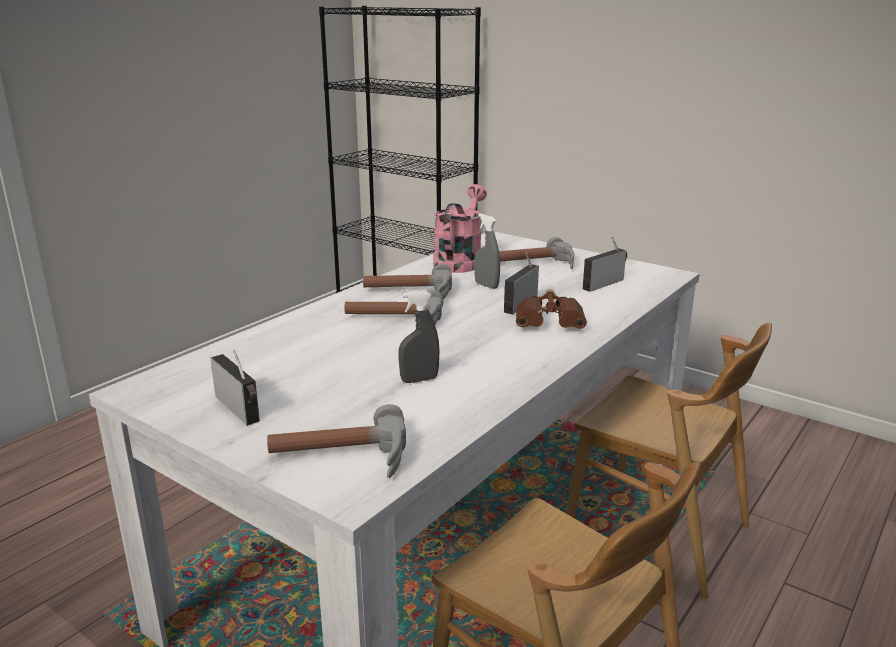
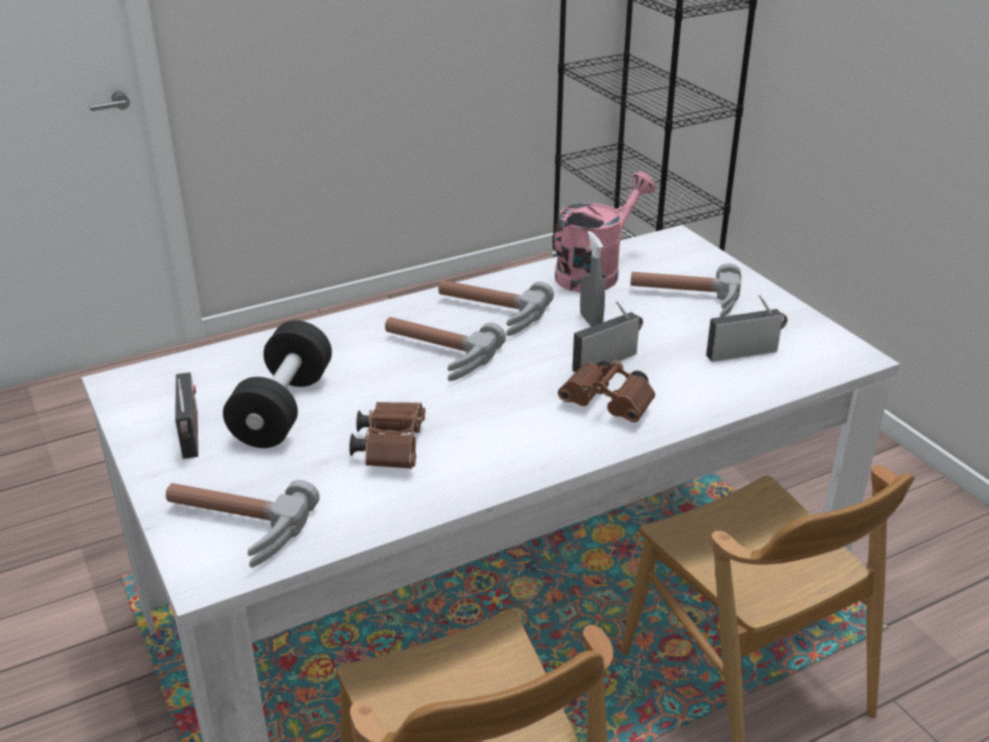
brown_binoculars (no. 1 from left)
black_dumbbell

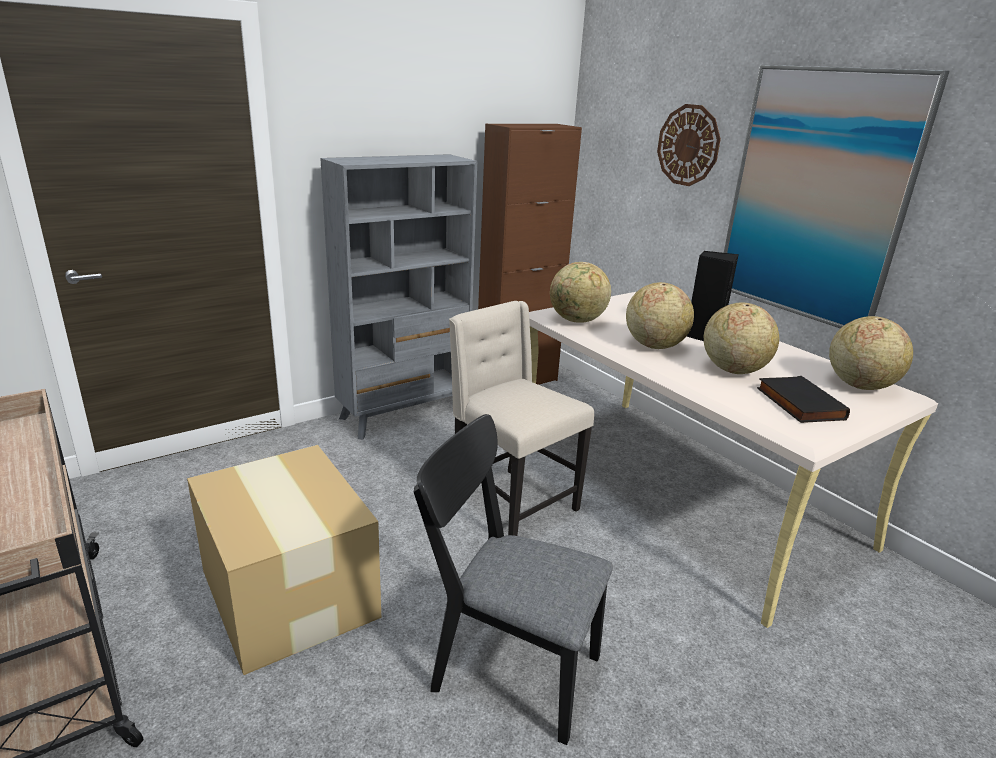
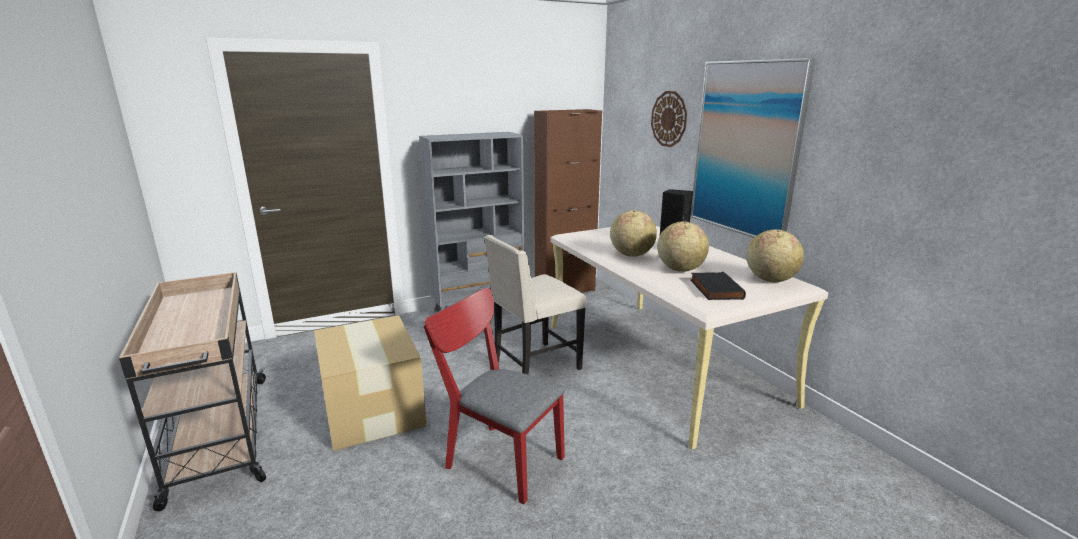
globe (no. 1 from left in the first image)
beige_chair
red_chair

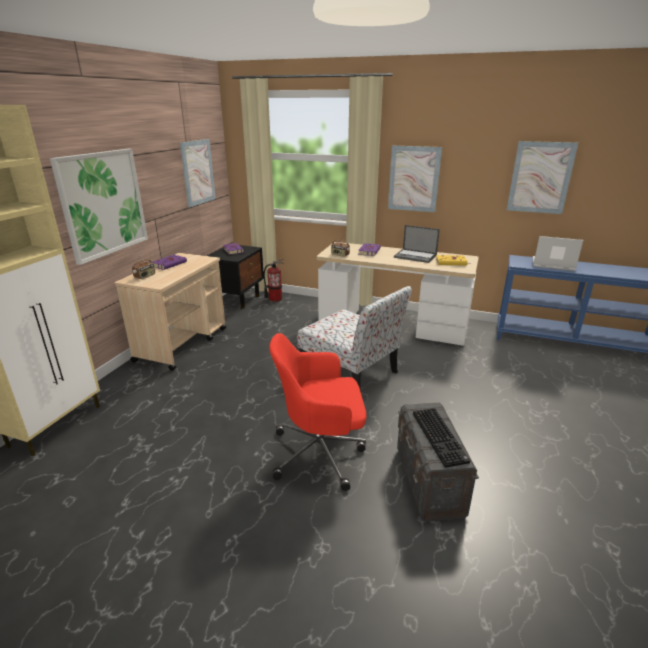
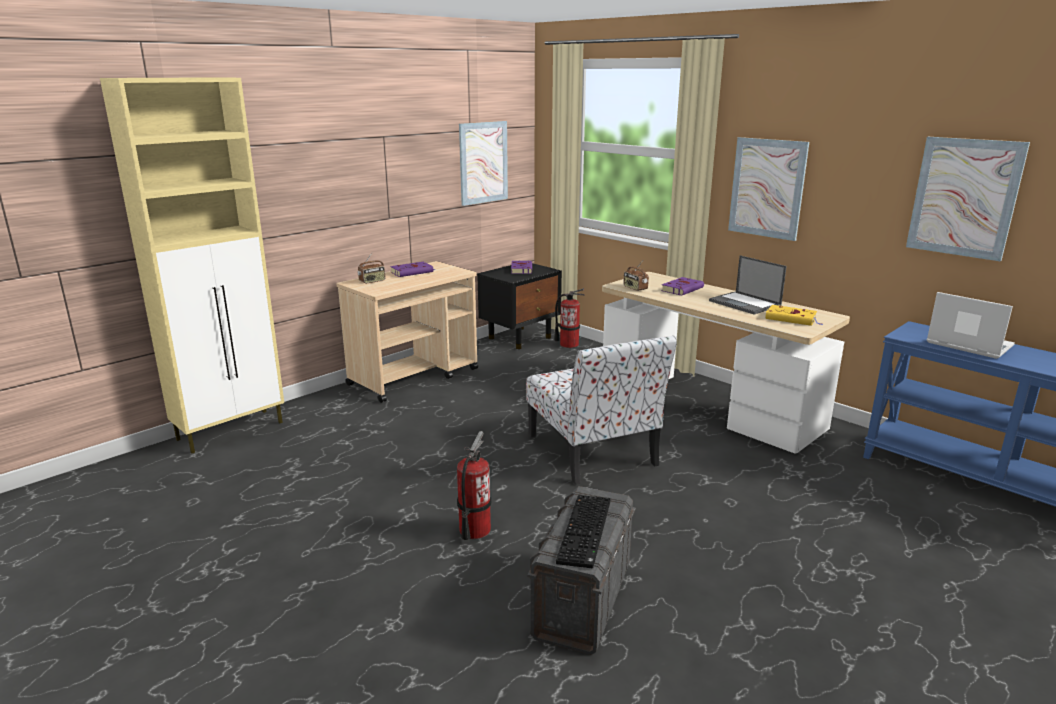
picture (no. 1 from left in the first image)
fire_extinguisher (no. 1 from left)

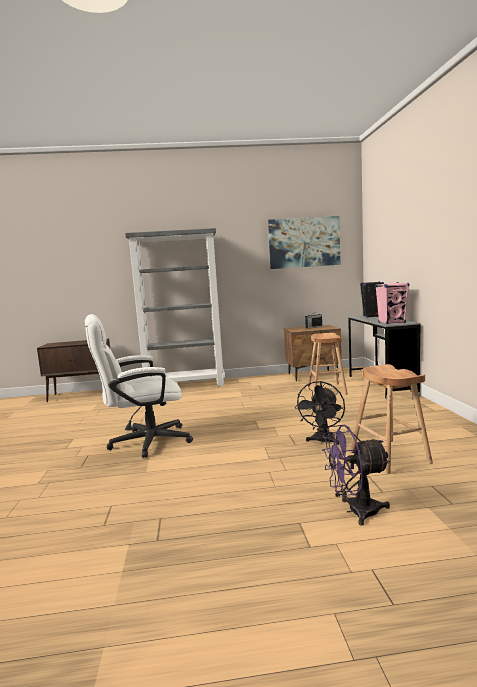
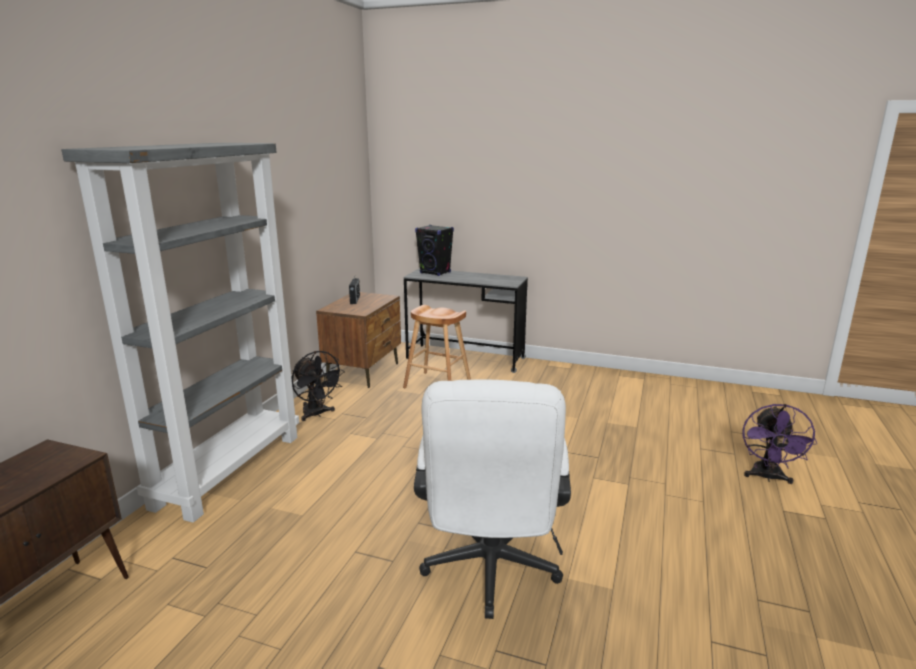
picture
pink_speaker
brown_stool (no. 2 from left in the first image)
black_fan

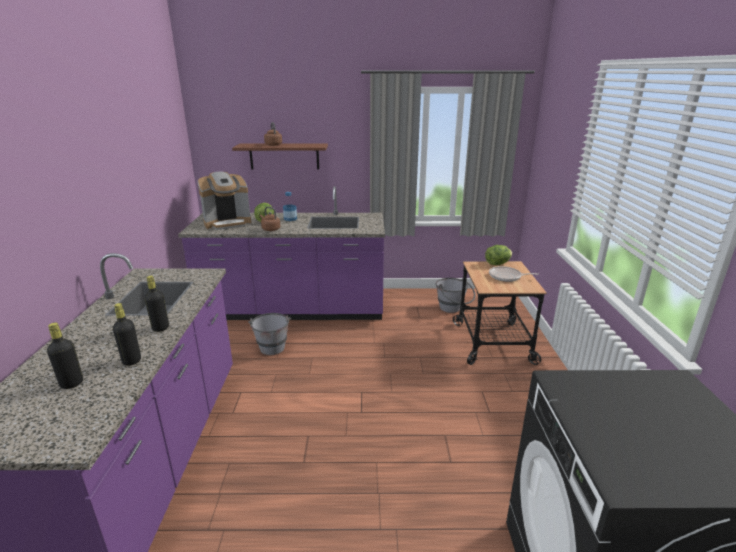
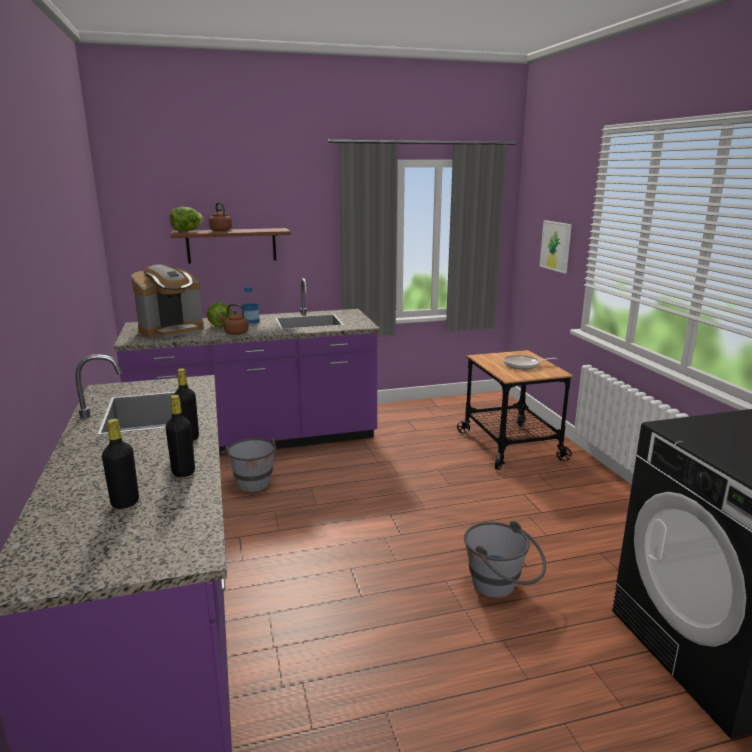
lettuce (no. 1 from left)
grey_bucket (no. 2 from left)
picture

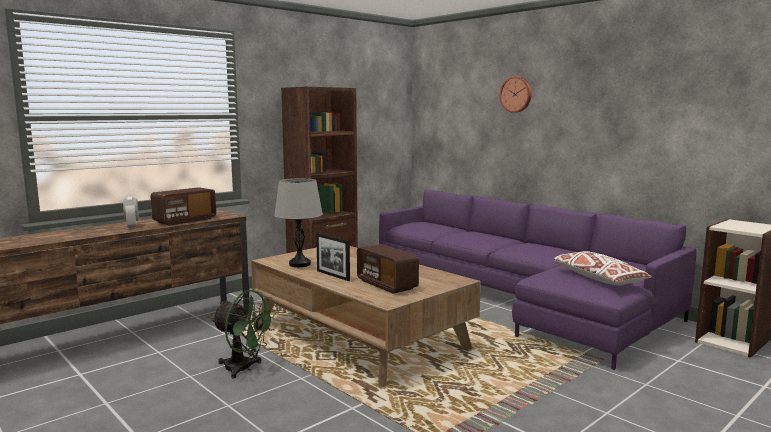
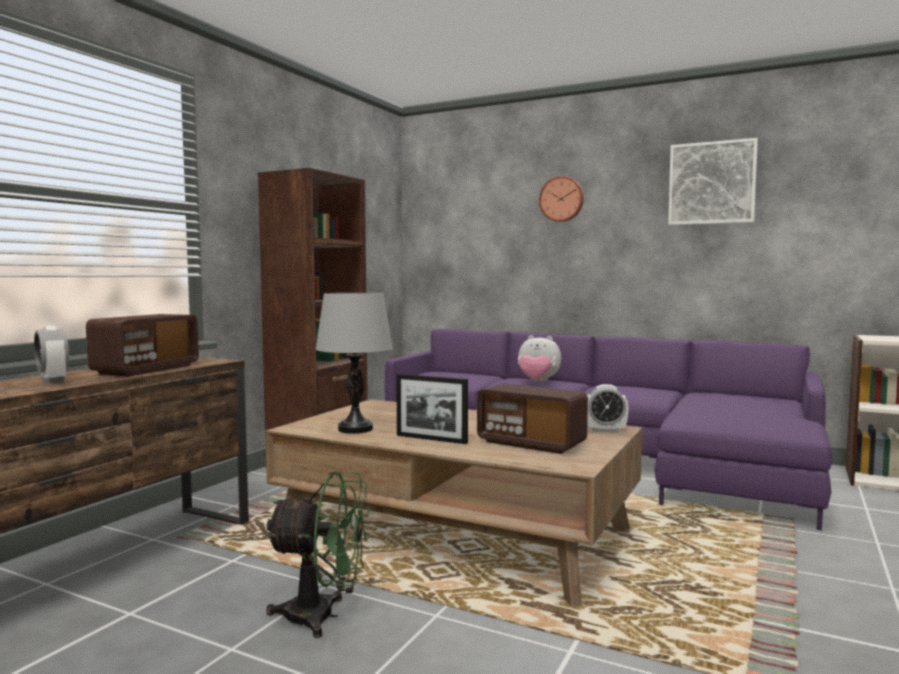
white_pillow
picture
plush_toy
alarm_clock (no. 2 from left)

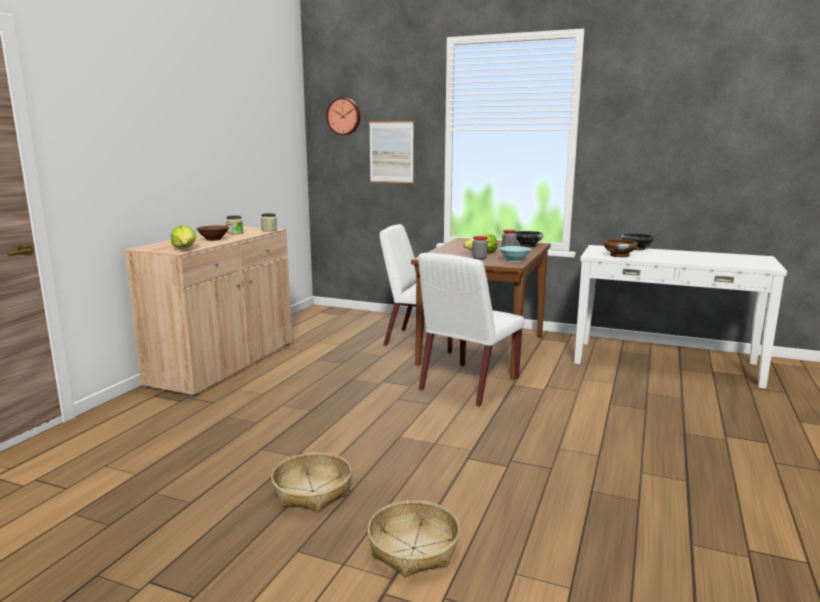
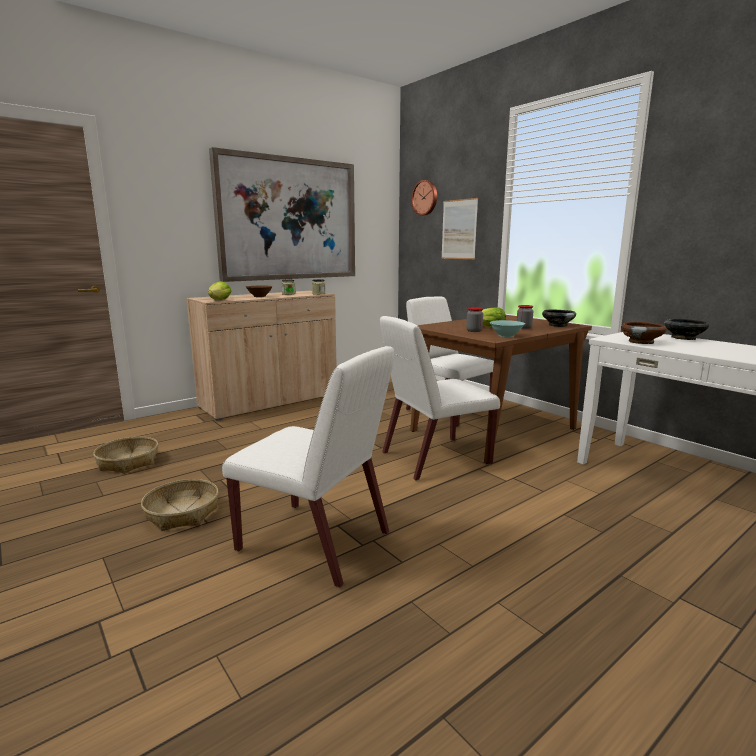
basket (no. 1 from left)
picture (no. 1 from left)
white_chair (no. 1 from left)

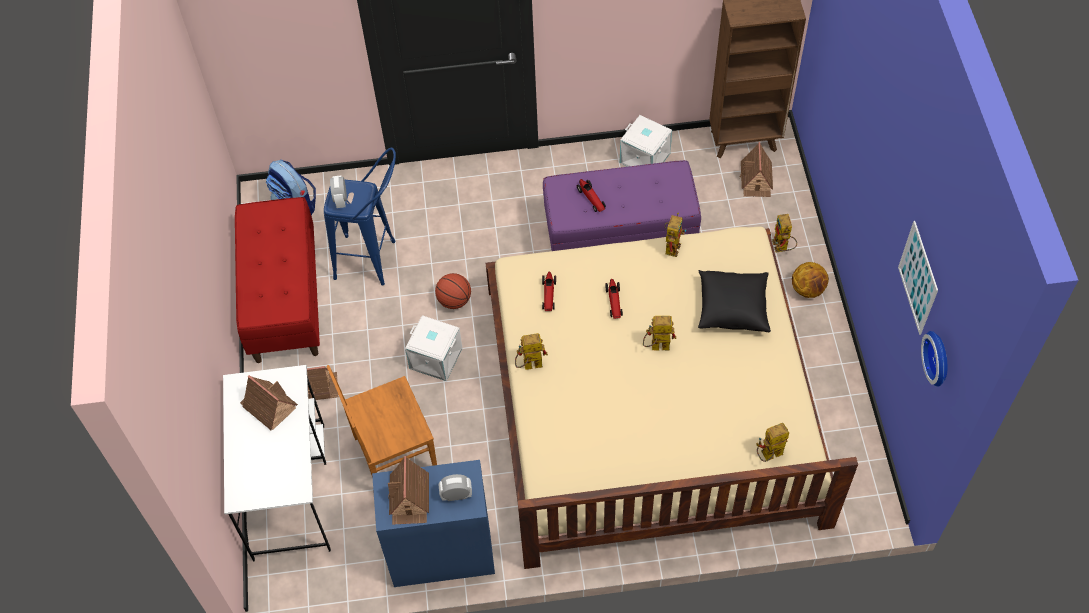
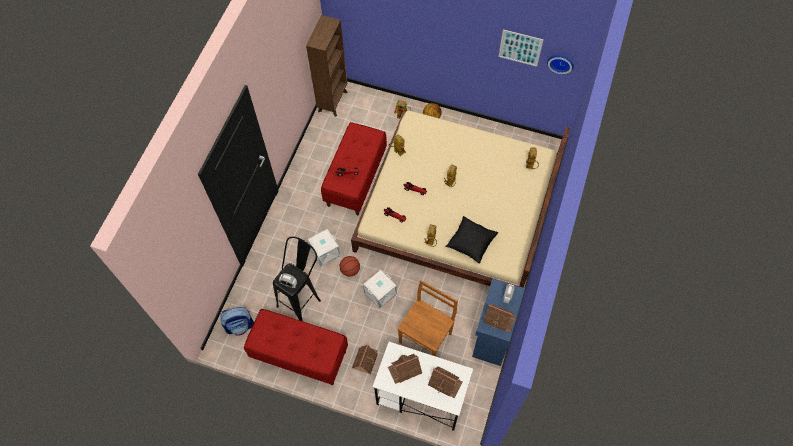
white_storage_box (no. 1 from left)
toy_house (no. 3 from left)
black_stool
red_bench (no. 2 from left)
black_pillow
brown_chair

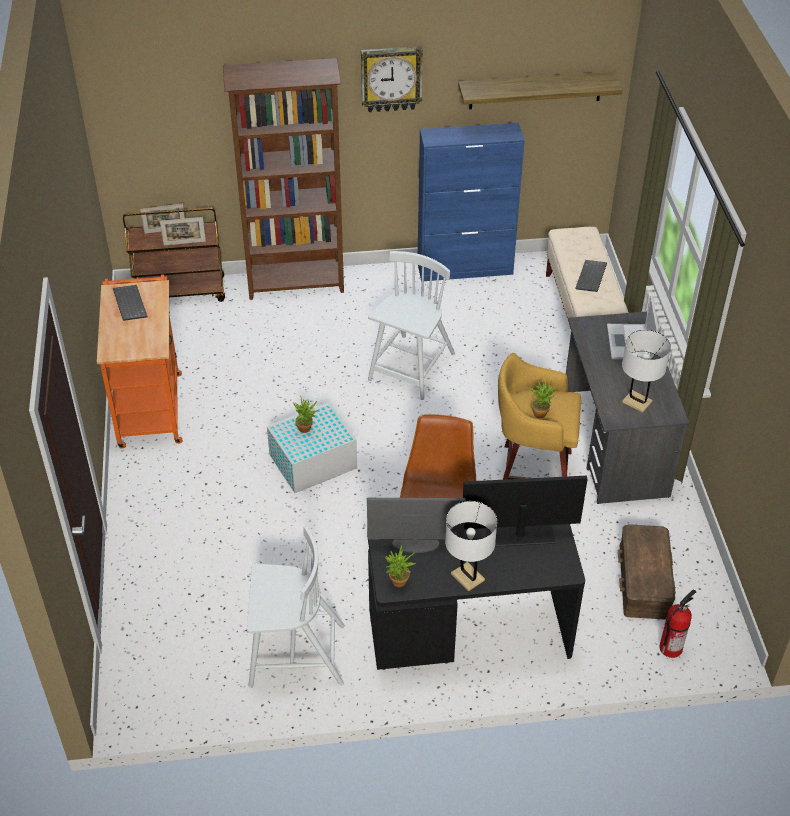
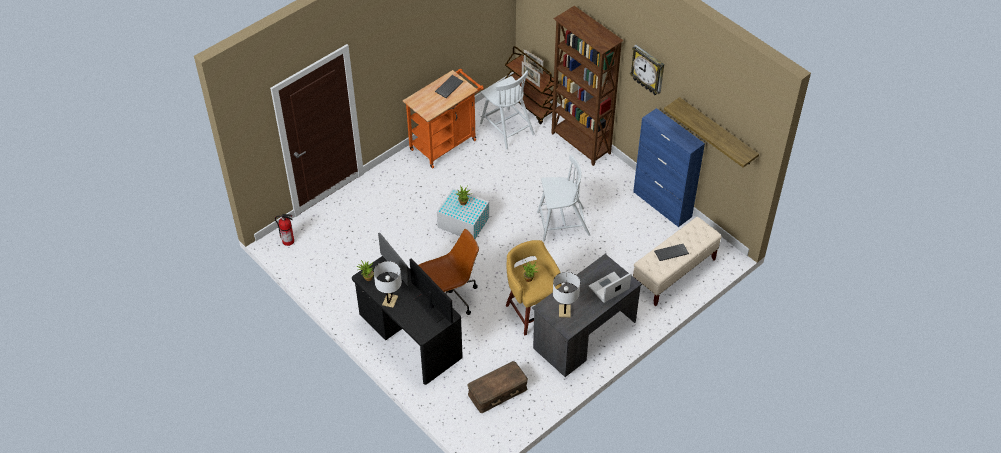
white_chair (no. 1 from left)
fire_extinguisher

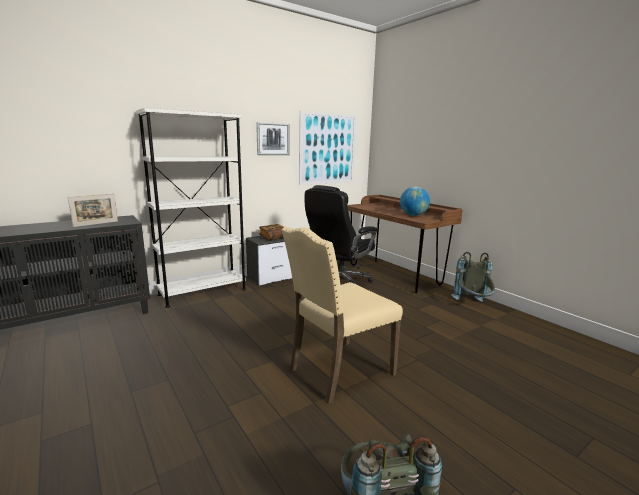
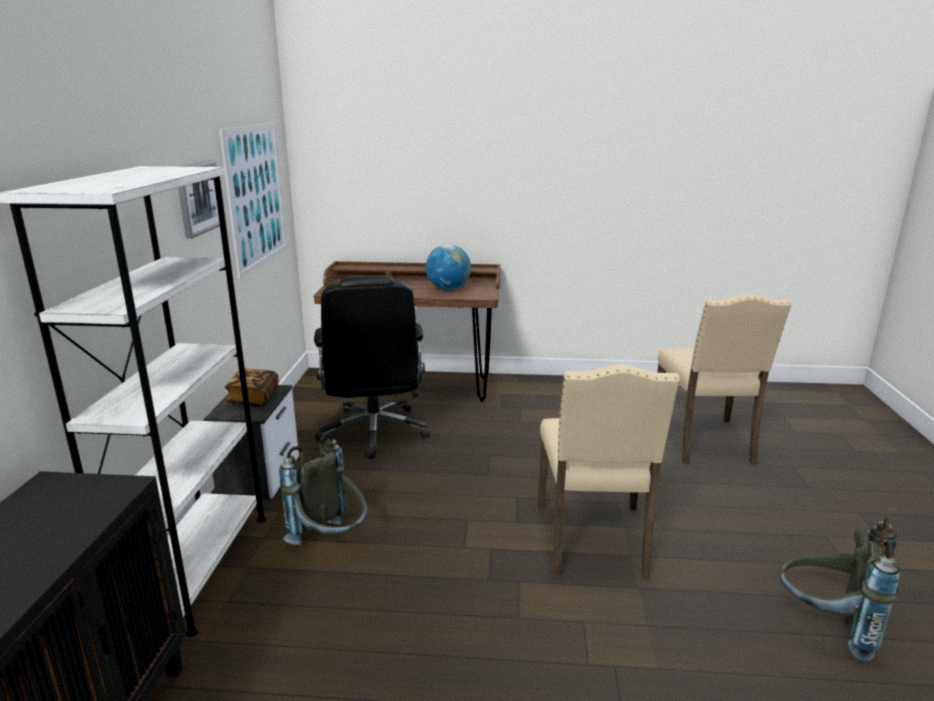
picture_frame
grey_backpack (no. 1 from left)
beige_chair (no. 2 from left)

